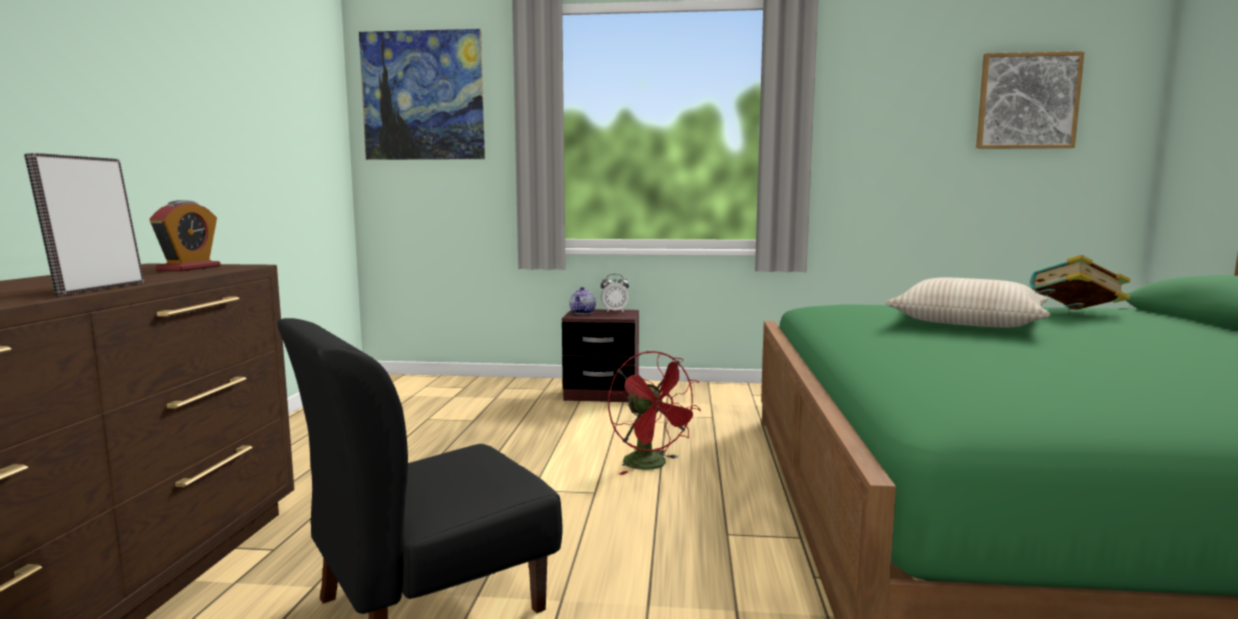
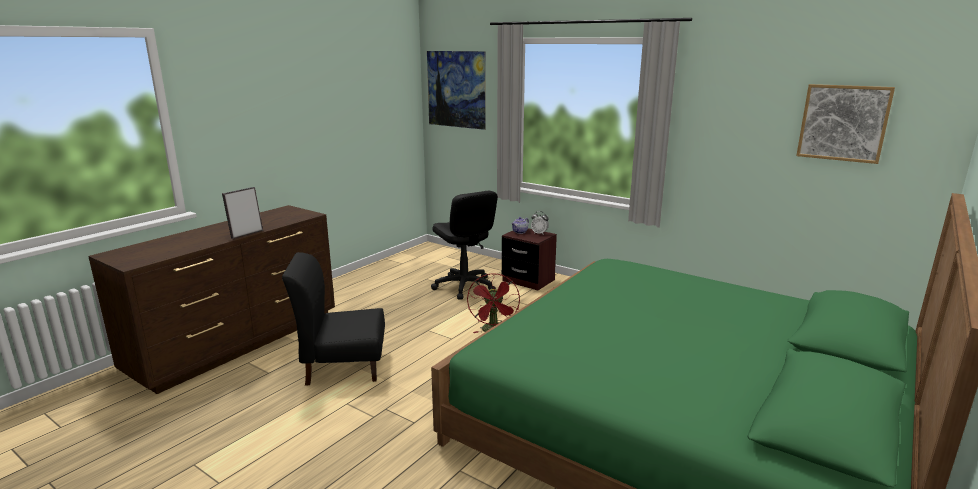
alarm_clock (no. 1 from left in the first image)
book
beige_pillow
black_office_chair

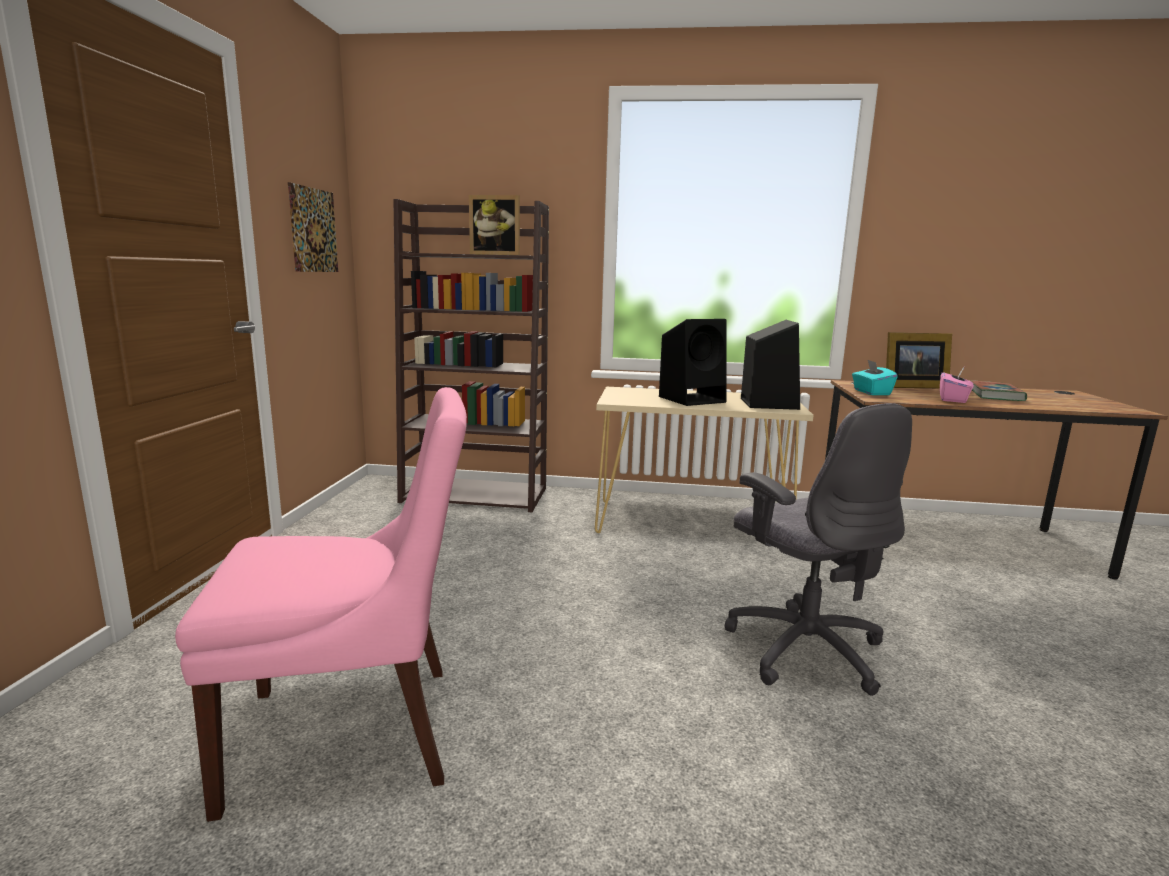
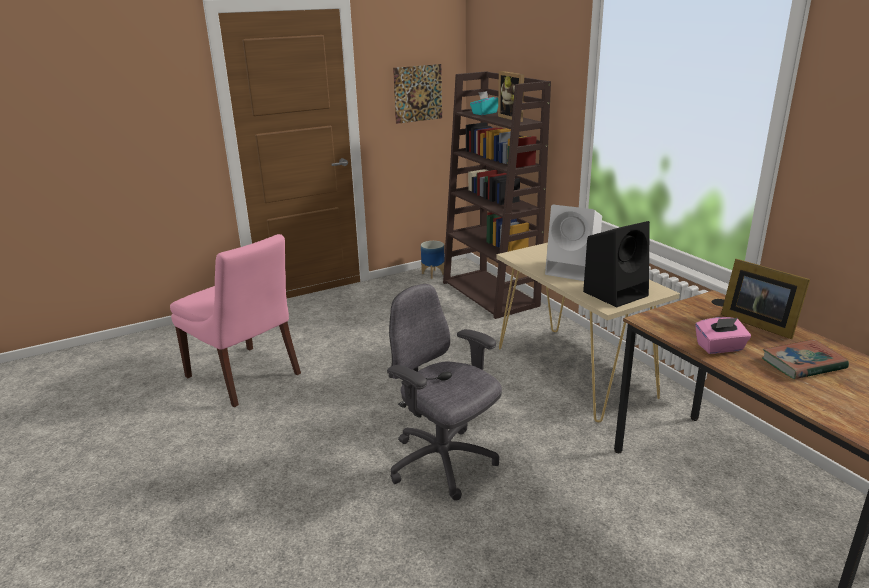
white_speaker
turquoise_tissue_box
grey_office_chair
planter

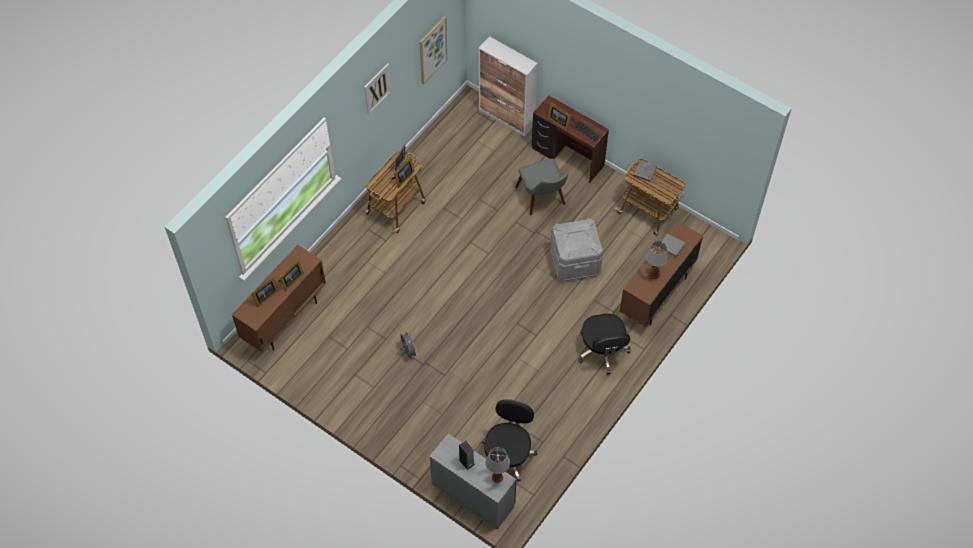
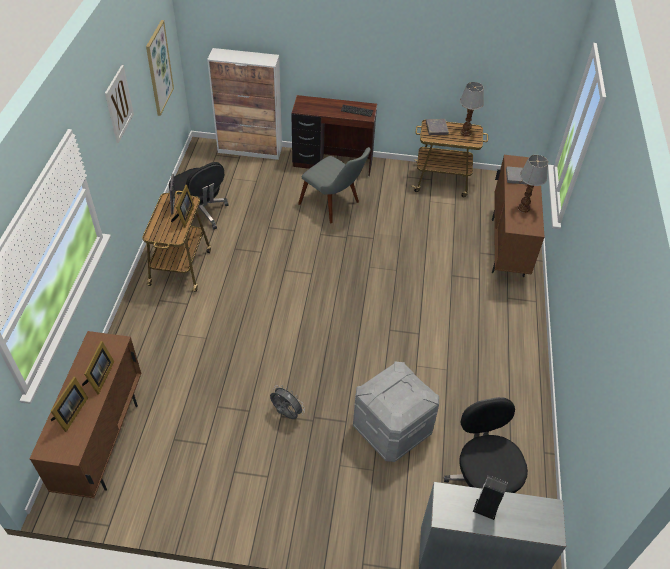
picture_frame (no. 5 from left in the first image)
grey_storage_box
black_office_chair (no. 1 from left)
table_lamp (no. 1 from left)

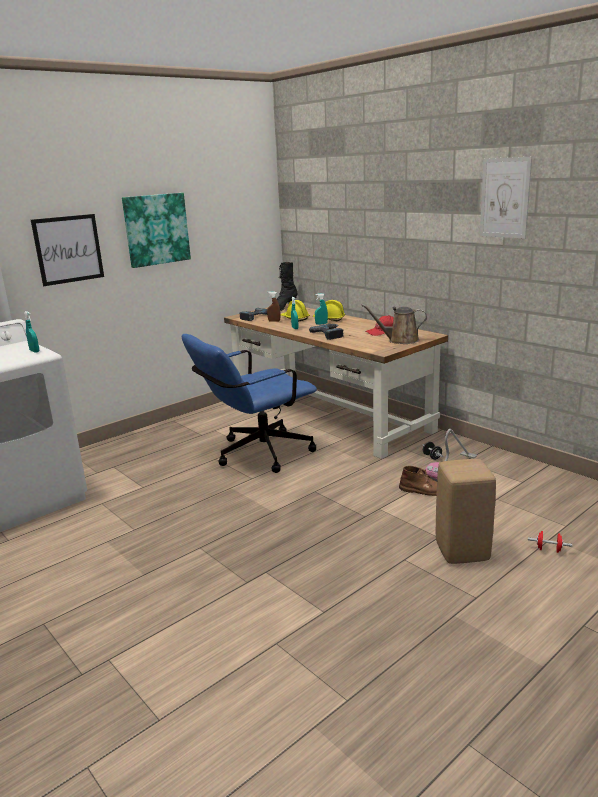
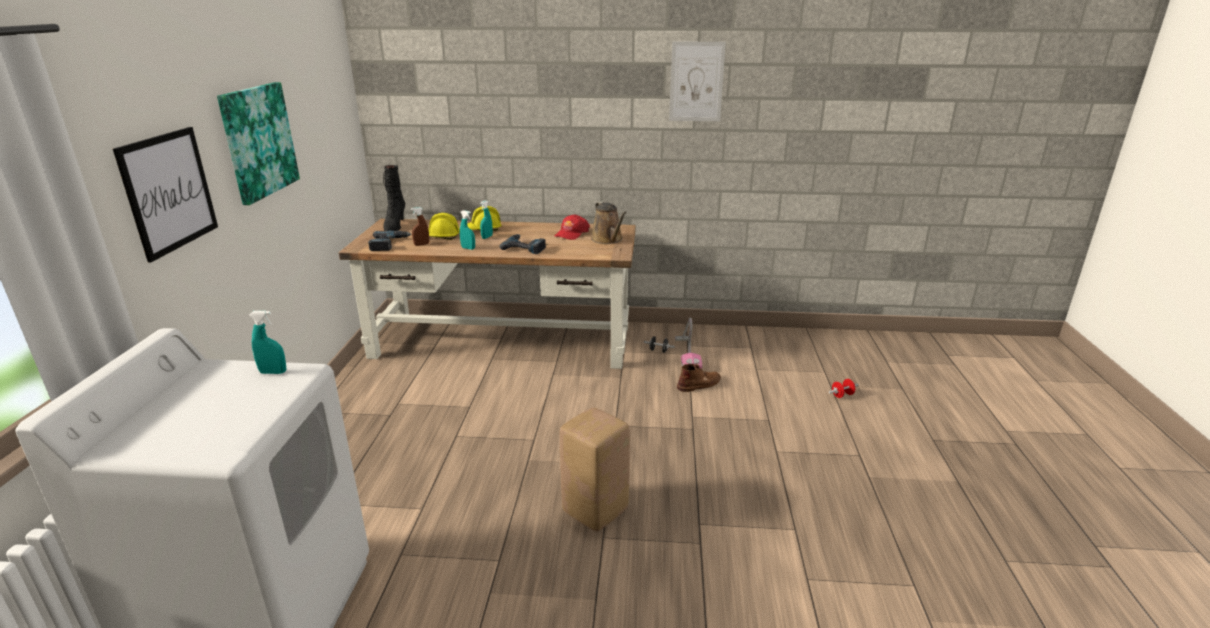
brown_watering_can
blue_office_chair
beige_stool

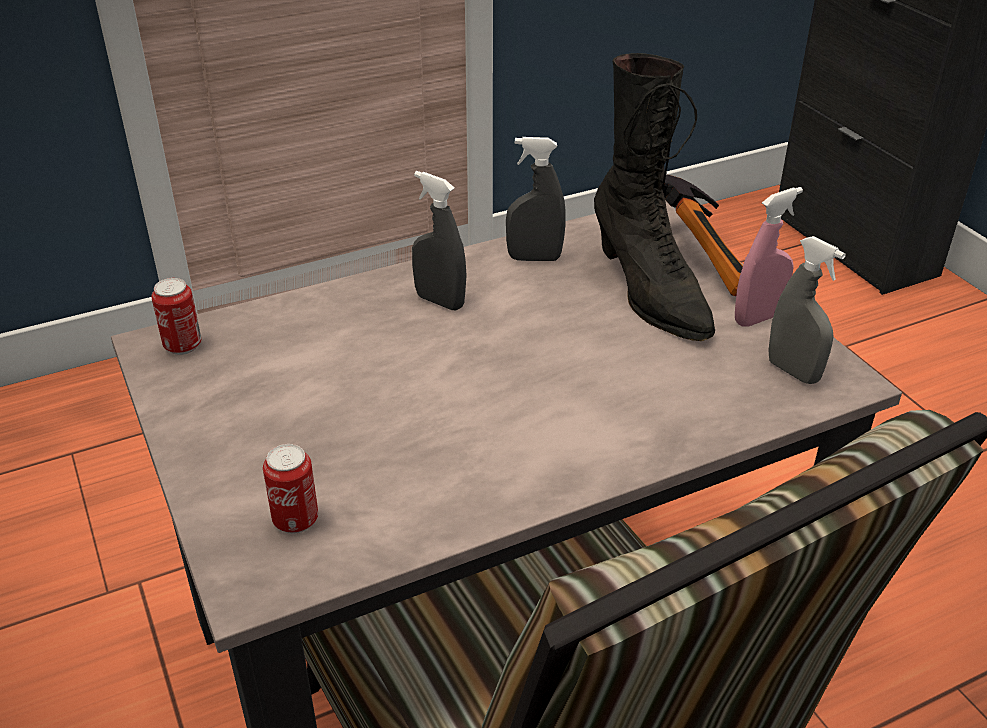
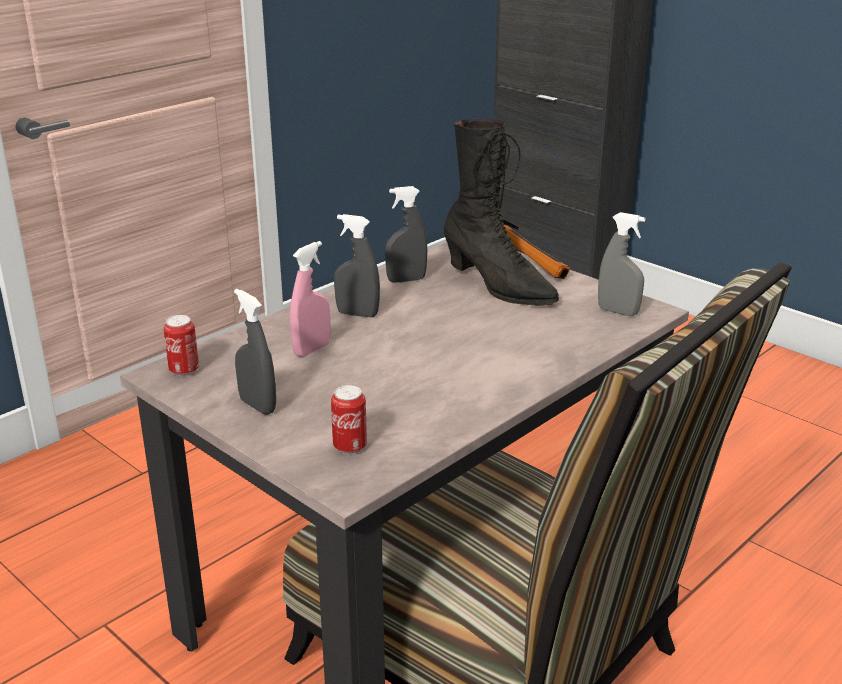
pink_spray_bottle
grey_spray_bottle (no. 1 from left)

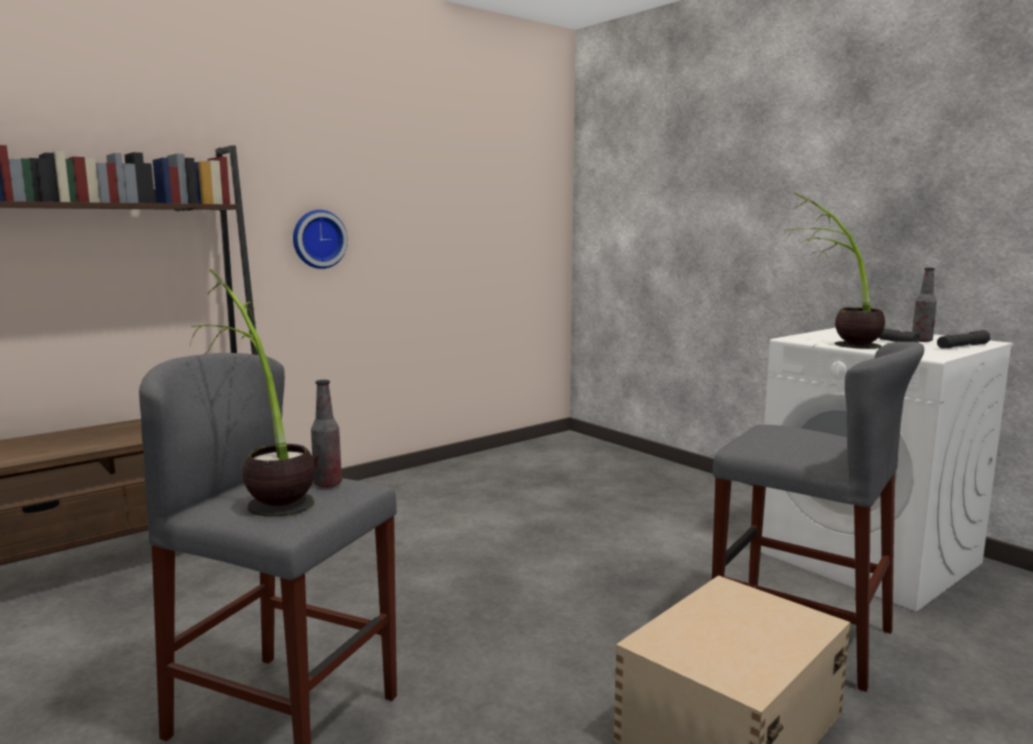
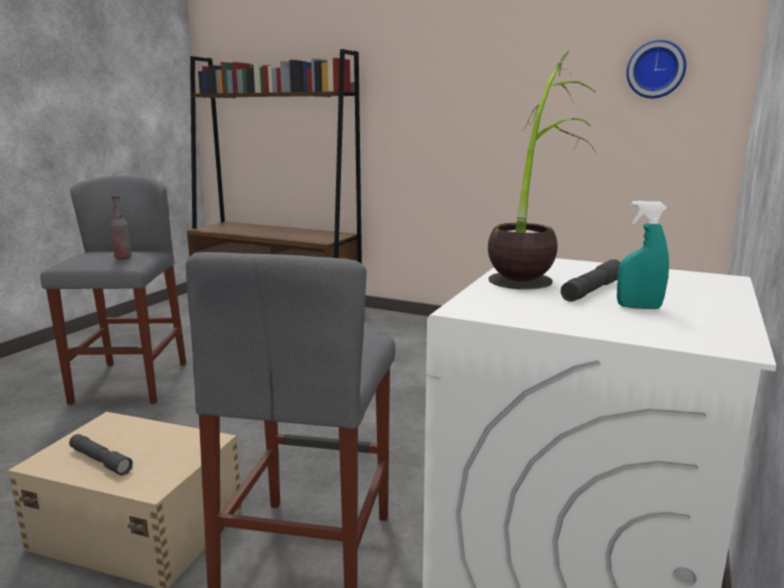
wall_clock
turquoise_spray_bottle
potted_plant (no. 1 from left in the first image)
grey_flashlight (no. 1 from left)

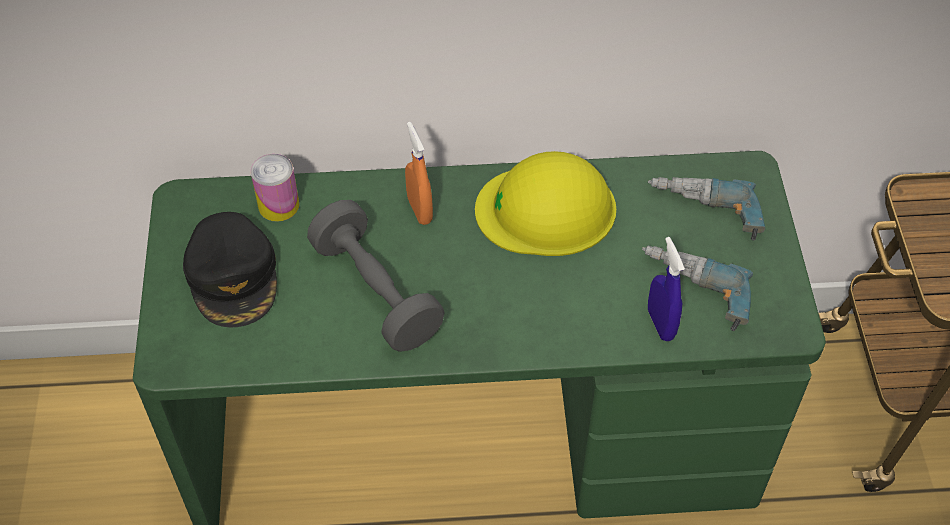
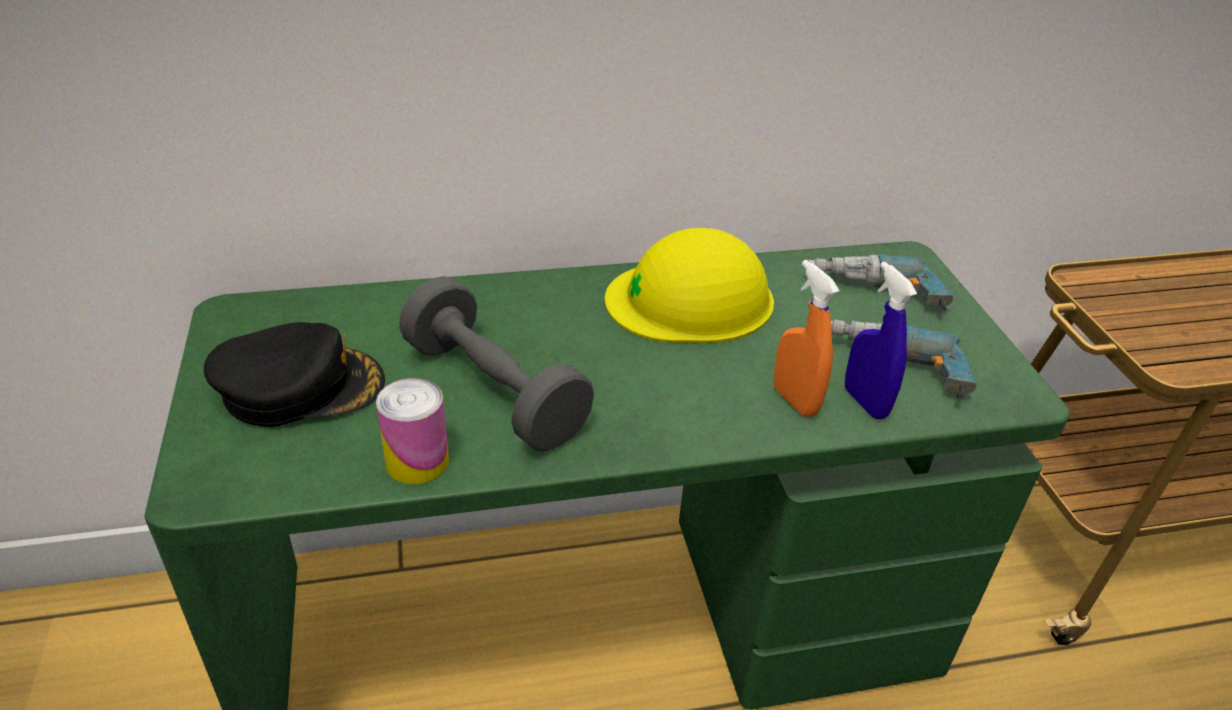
orange_spray_bottle
can
black_cap

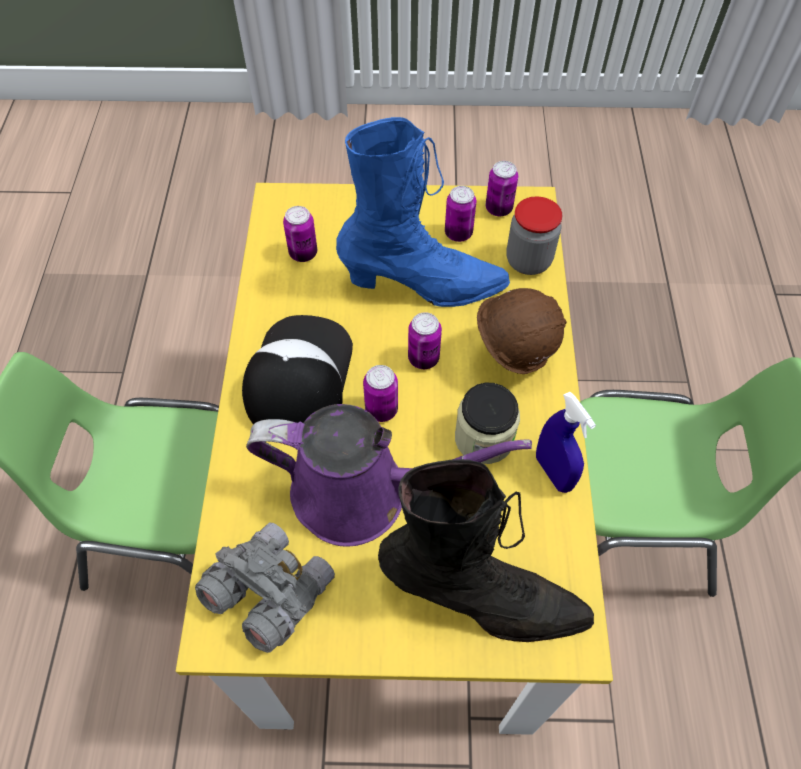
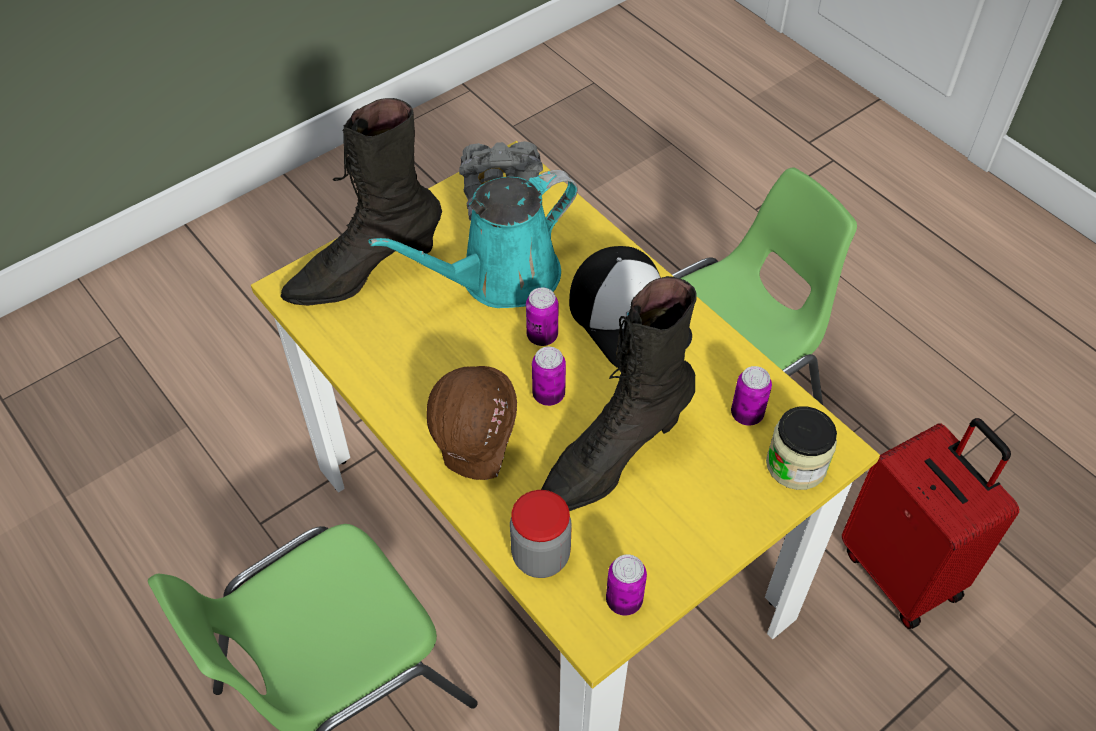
black_boot (no. 2 from left)
can (no. 4 from left in the first image)
jar (no. 2 from left)
blue_spray_bottle
turquoise_watering_can
red_suitcase

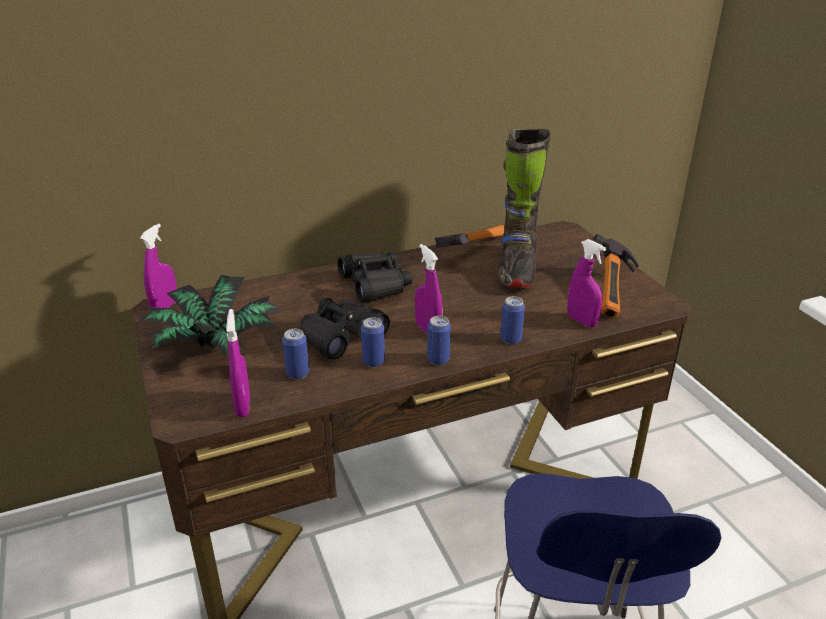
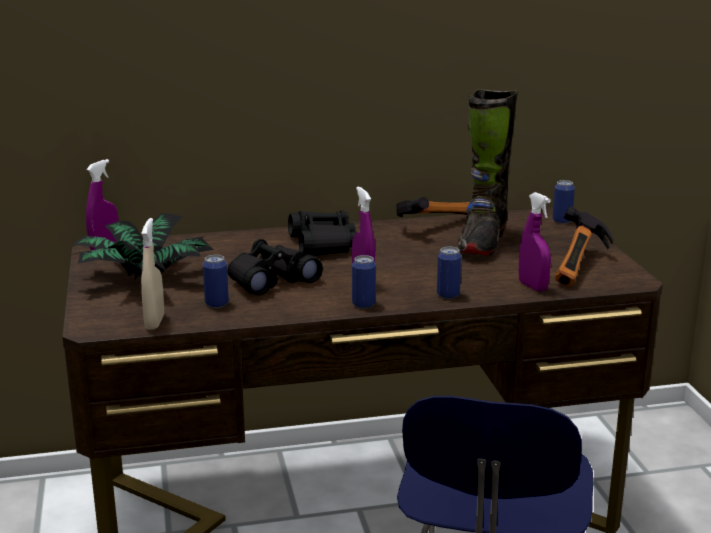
beige_spray_bottle
can (no. 4 from left)

